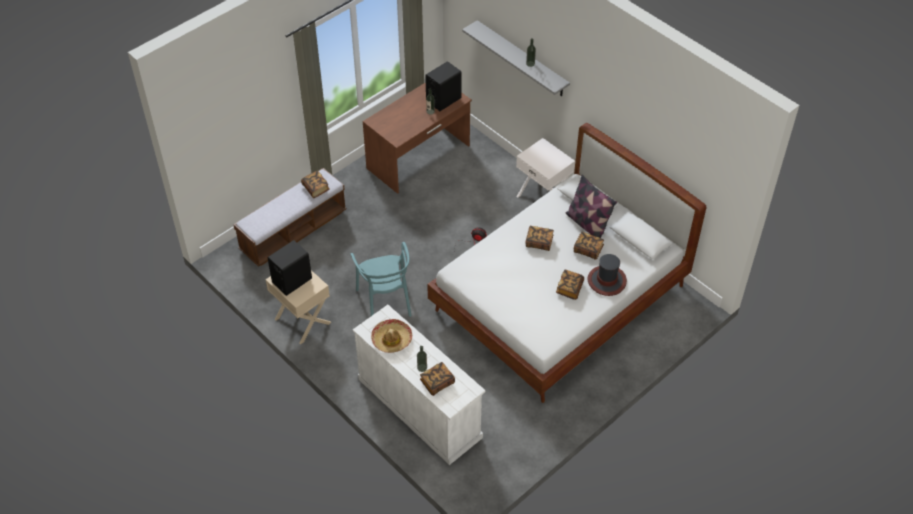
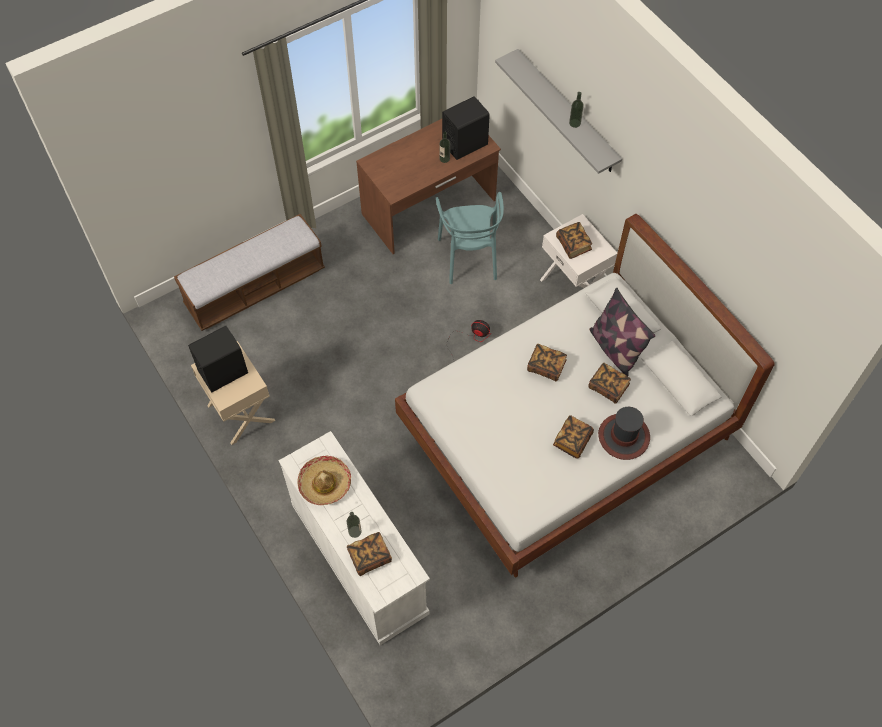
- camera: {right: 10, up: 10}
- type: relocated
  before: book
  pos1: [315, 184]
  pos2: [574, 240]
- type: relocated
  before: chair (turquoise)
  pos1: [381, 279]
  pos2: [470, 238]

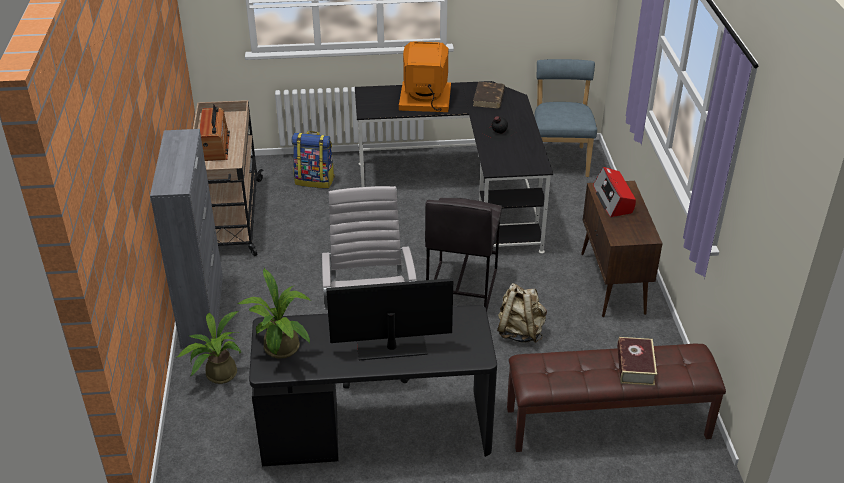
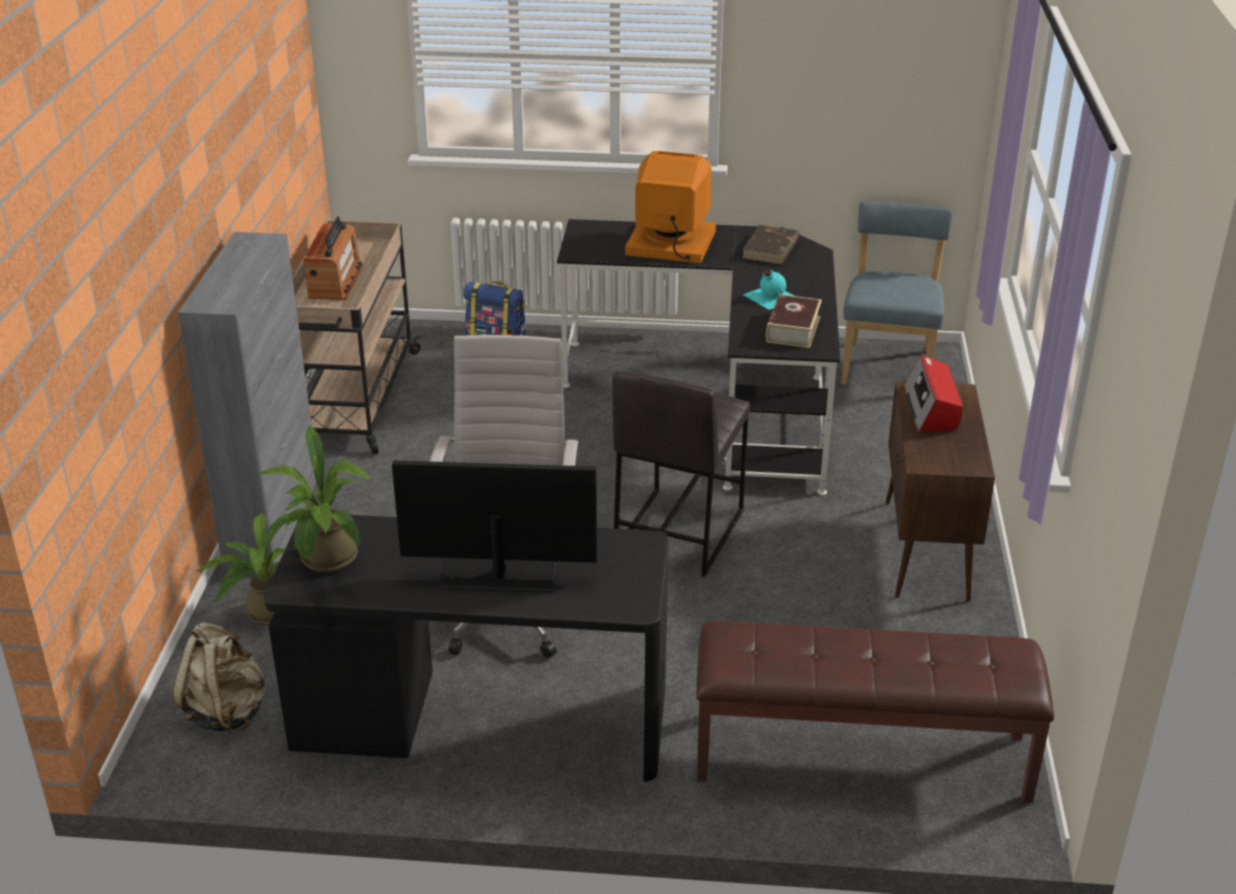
- camera: {right: 10, up: -5}
- type: colour
  before: bottle (black)
  after: bottle (turquoise)
  pos1: [498, 129]
  pos2: [768, 289]
- type: relocated
  before: backpack (beige)
  pos1: [522, 313]
  pos2: [218, 678]
- type: relocated
  before: book
  pos1: [637, 361]
  pos2: [794, 321]

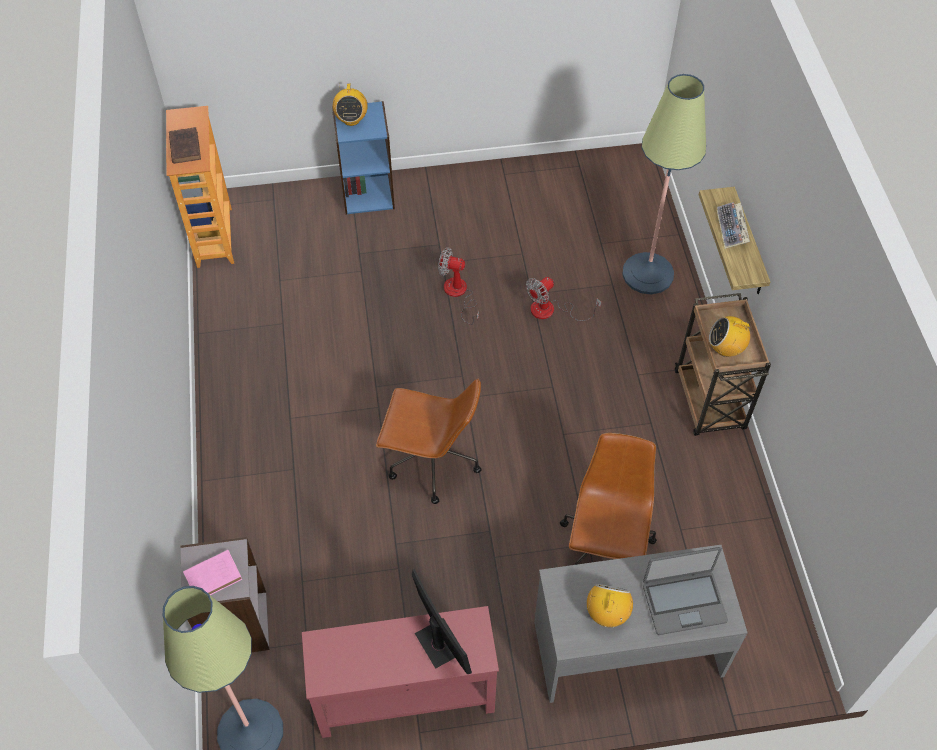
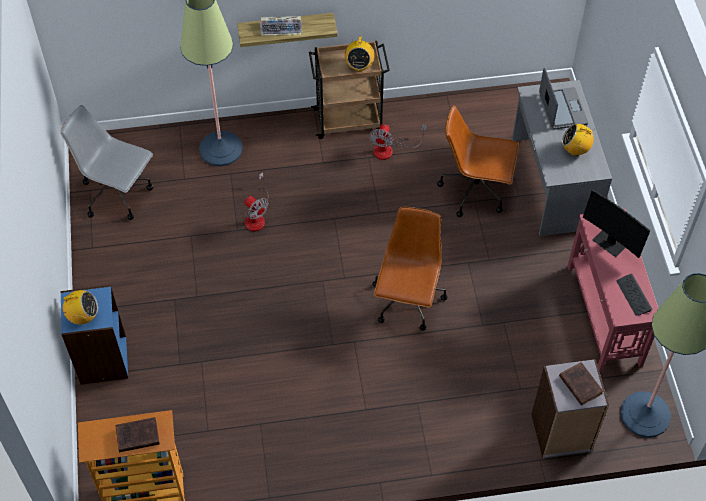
- camera: {right: -90, up: 0}
- type: colour
  before: book (pink)
  after: book (brown)
  pos1: [212, 572]
  pos2: [581, 384]
- type: spun
  before: monitor
  pos1: [442, 621]
  pos2: [616, 224]
  turn: -105
- type: relocated
  before: fan
  pos1: [458, 286]
  pos2: [398, 142]
- type: appeared
  after: office chair (grey)
  pos2: [107, 162]
- type: appeared
  after: keyboard
  pos2: [634, 295]

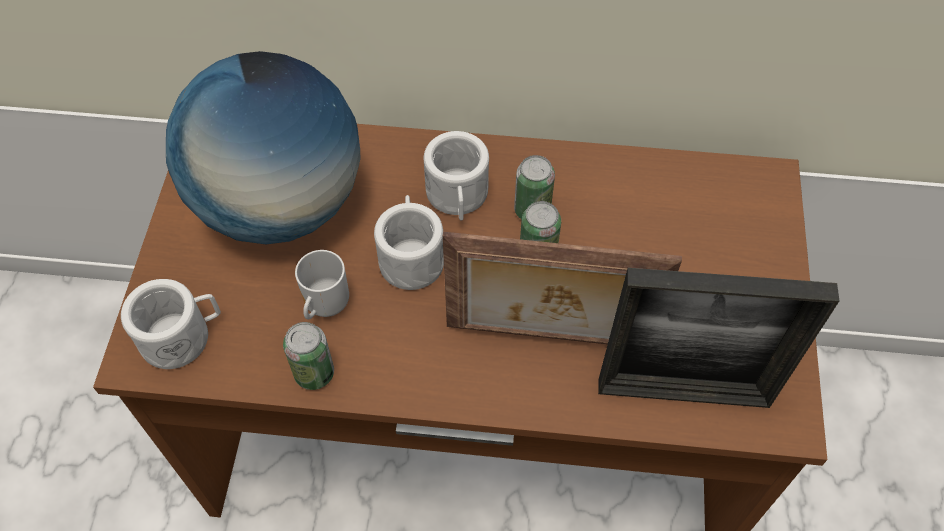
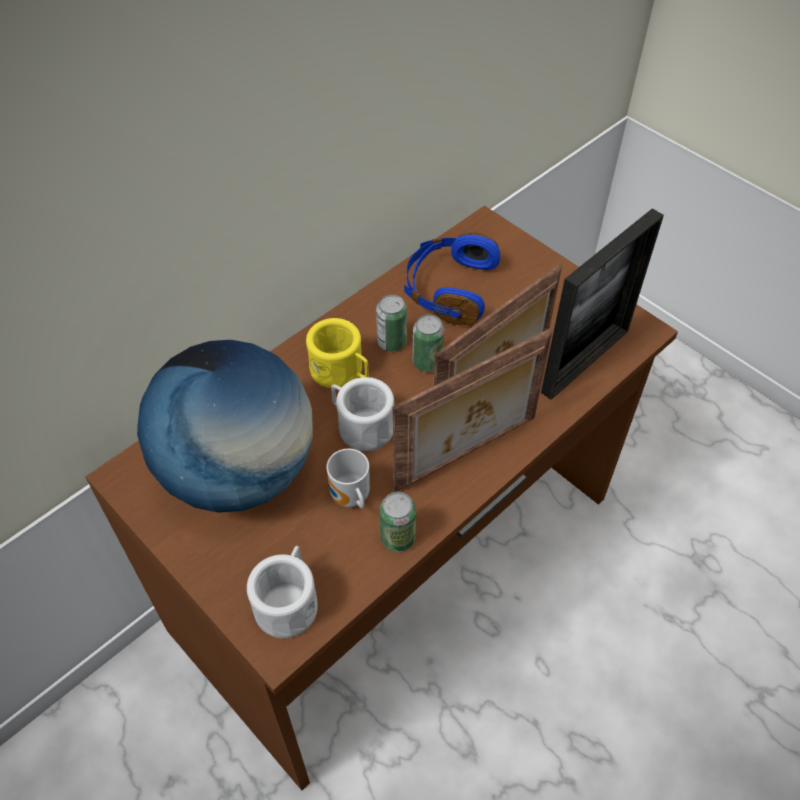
- camera: {right: -50, up: -5}
- type: colour
  before: mug (white)
  after: mug (yellow)
  pos1: [456, 176]
  pos2: [337, 353]
- type: appeared
  after: picture frame
  pos2: [472, 410]
- type: appeared
  after: headphones (blue)
  pos2: [452, 279]

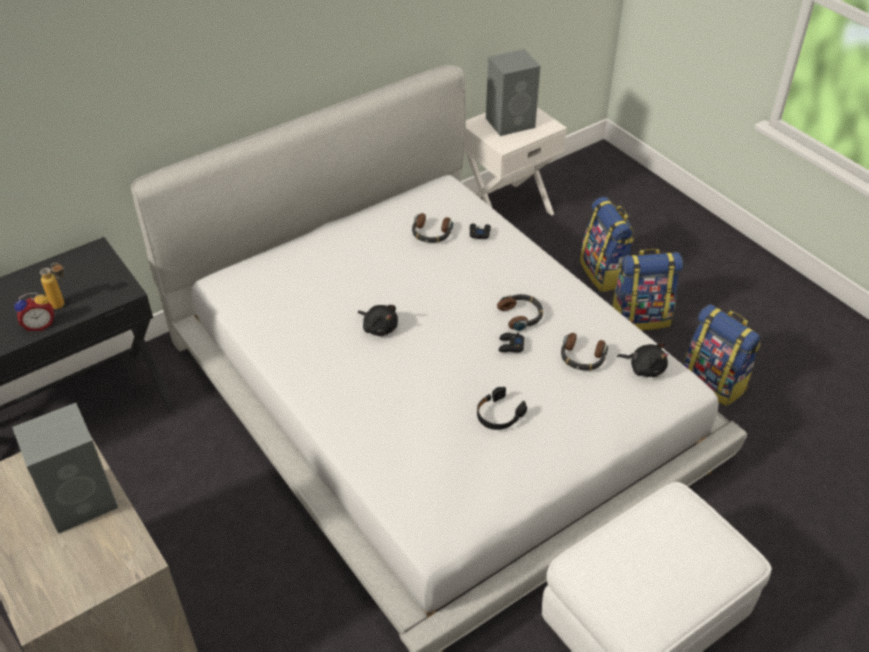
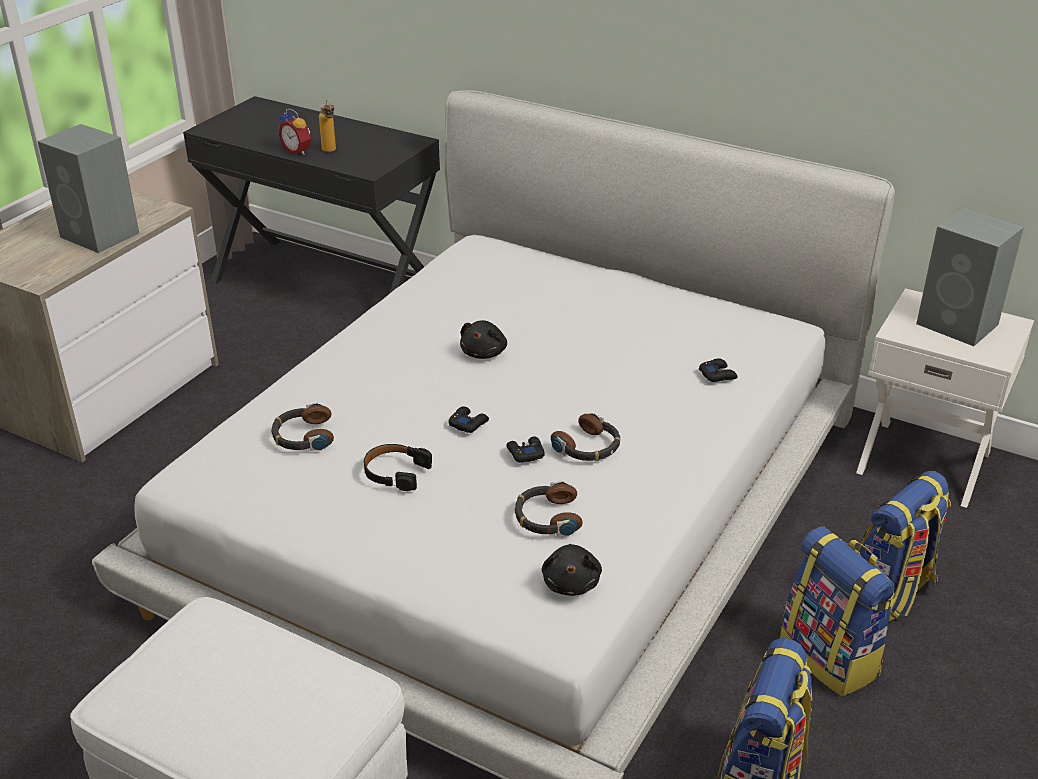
- camera: {right: 65, up: -10}
- type: relocated
  before: headphones
  pos1: [432, 228]
  pos2: [302, 427]
- type: appeared
  after: game controller (black)
  pos2: [468, 419]

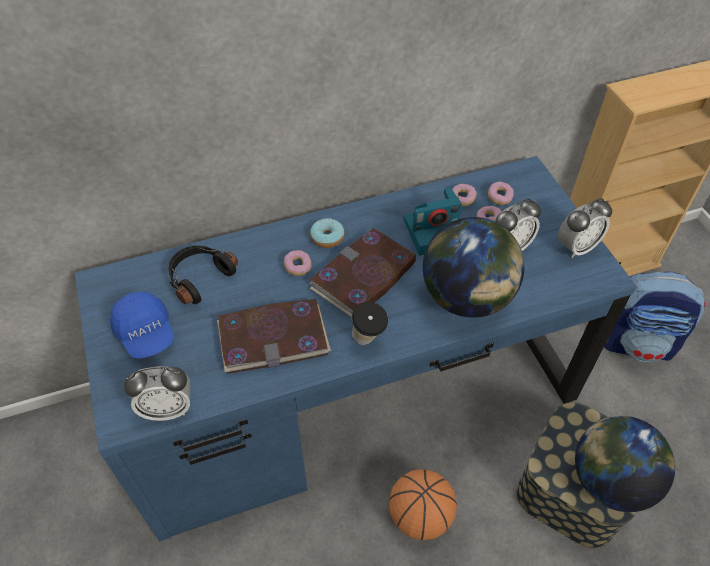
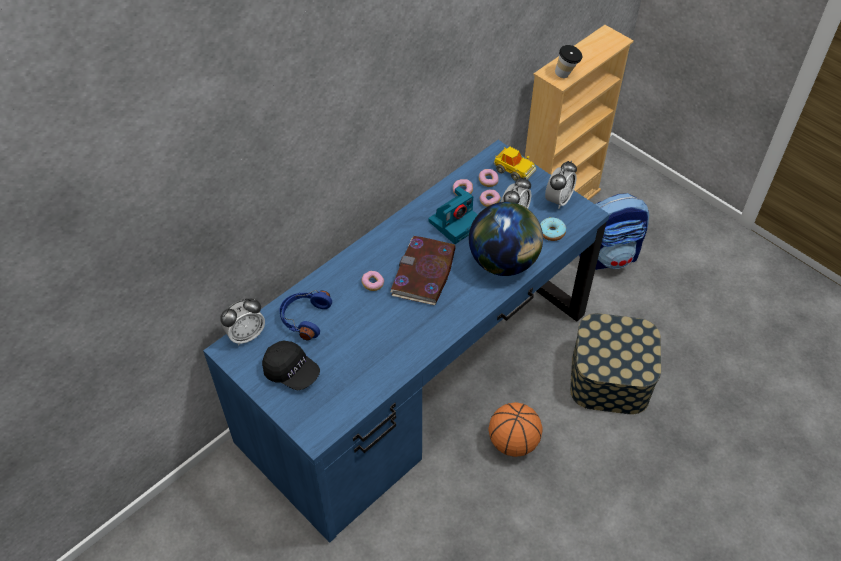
- camera: {right: -25, up: 0}
- type: colour
  before: cap (blue)
  after: cap (black)
  pos1: [142, 325]
  pos2: [291, 365]
- type: relocated
  before: alarm clock
  pos1: [157, 393]
  pos2: [242, 322]
- type: colour
  before: headphones (black)
  after: headphones (blue)
  pos1: [203, 275]
  pos2: [306, 315]
- type: missing
  before: book
  pos1: [274, 336]
- type: relocated
  before: donut
  pos1: [327, 233]
  pos2: [553, 229]
- type: relocated
  before: cup
  pos1: [370, 323]
  pos2: [568, 61]
- type: missing
  before: globe
  pos1: [625, 464]
- type: appeared
  after: toy car
  pos2: [515, 164]

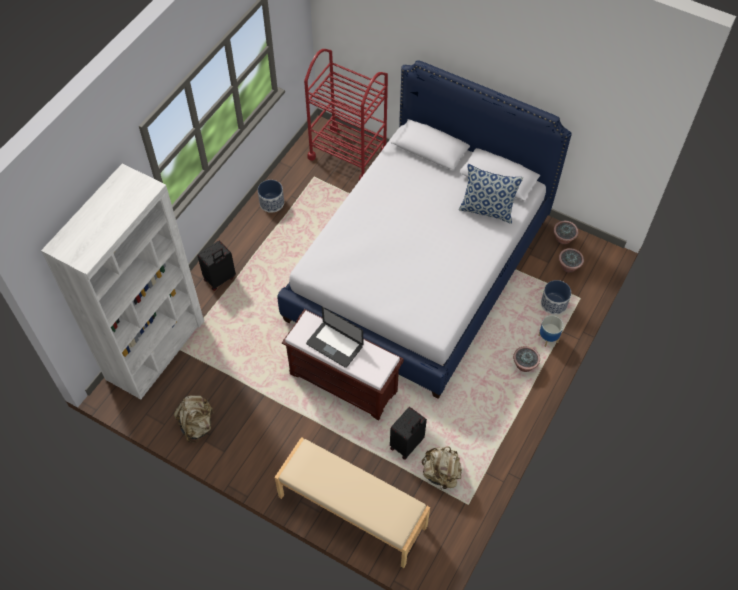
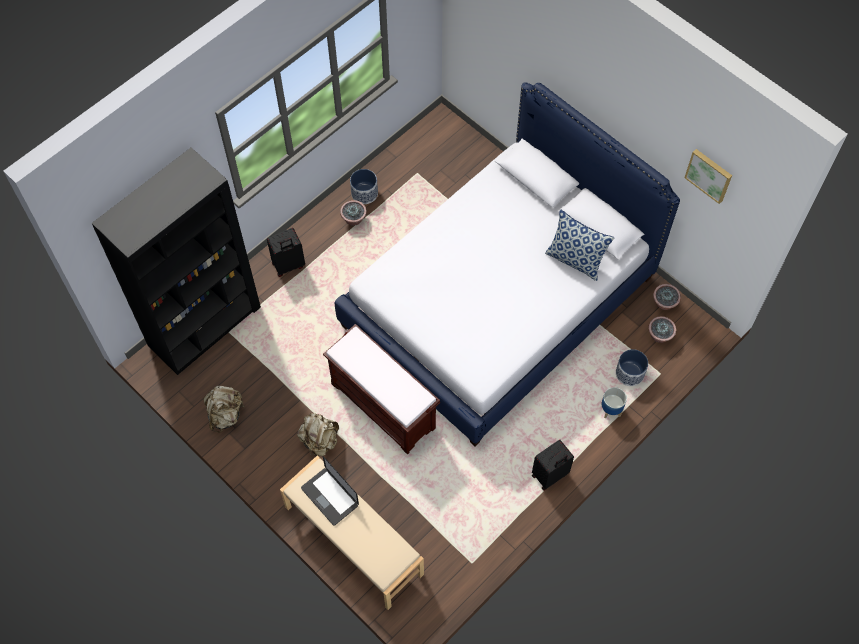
- camera: {right: 15, up: 5}
- type: colour
  before: bookcase (white)
  after: bookcase (black)
  pos1: [122, 281]
  pos2: [176, 261]
- type: missing
  before: cart (red)
  pos1: [346, 114]
- type: relocated
  before: laptop
  pos1: [334, 337]
  pos2: [330, 491]
- type: relocated
  before: suitcase (black)
  pos1: [408, 433]
  pos2: [553, 465]
- type: relocated
  before: backpack (beige)
  pos1: [442, 468]
  pos2: [318, 434]
- type: relocated
  before: potted plant
  pos1: [526, 359]
  pos2: [353, 213]
- type: appeared
  after: picture
  pos2: [708, 176]

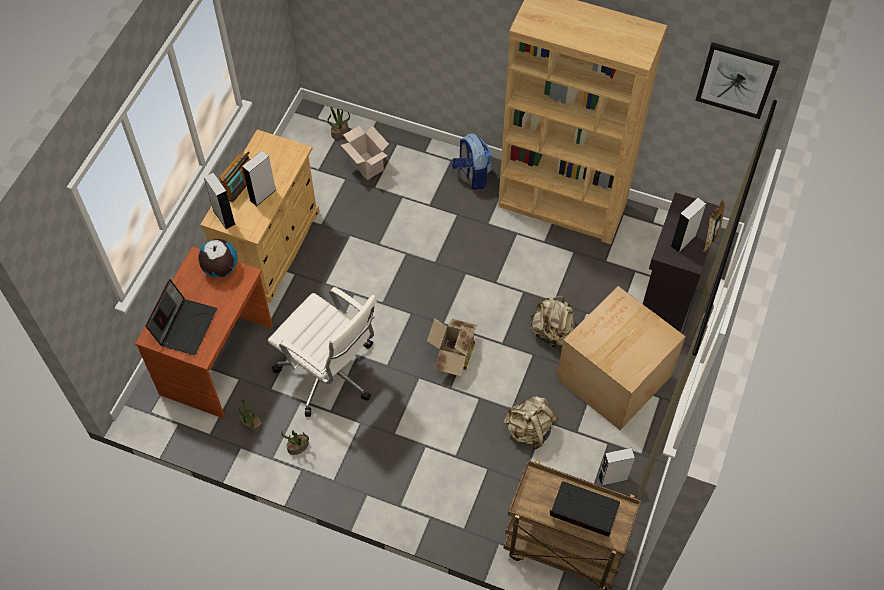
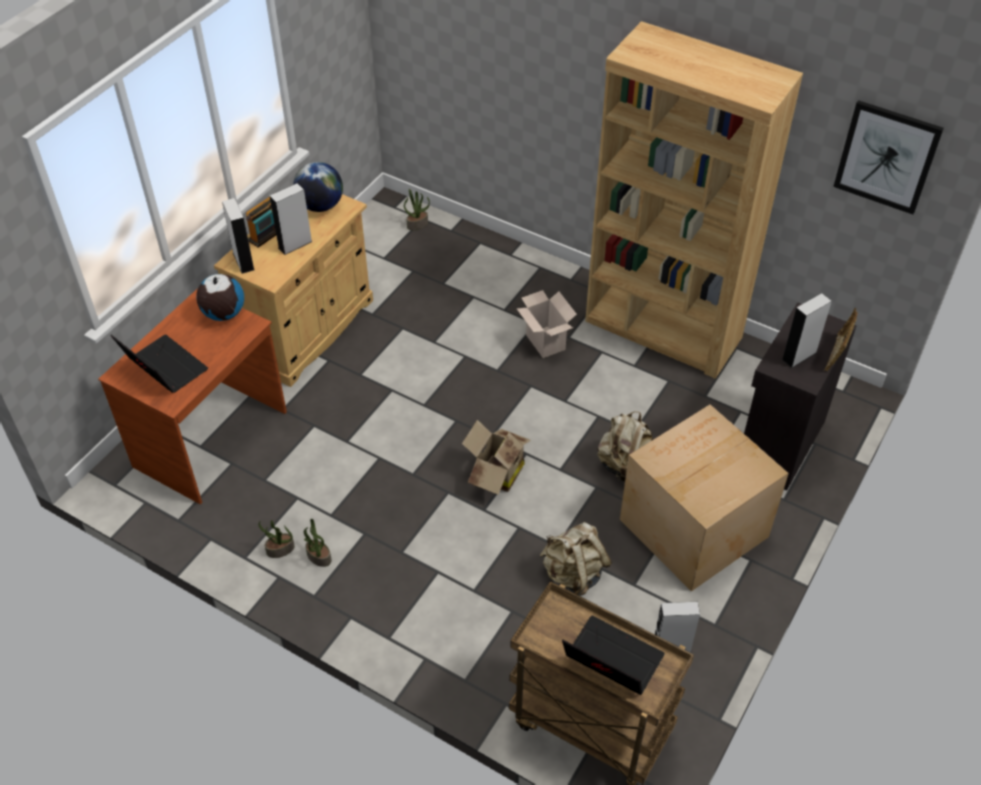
- camera: {right: 10, up: -10}
- type: spun
  before: laptop
  pos1: [181, 317]
  pos2: [159, 363]
  turn: -75
- type: relocated
  before: potted plant
  pos1: [250, 415]
  pos2: [318, 543]
- type: missing
  before: office chair (white)
  pos1: [322, 352]
- type: relocated
  before: cardboard box
  pos1: [365, 153]
  pos2: [546, 324]
- type: missing
  before: backpack
  pos1: [472, 161]
- type: appeared
  after: globe
  pos2: [318, 187]

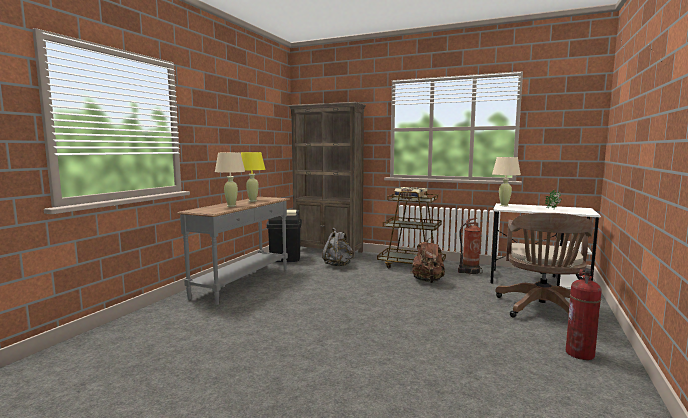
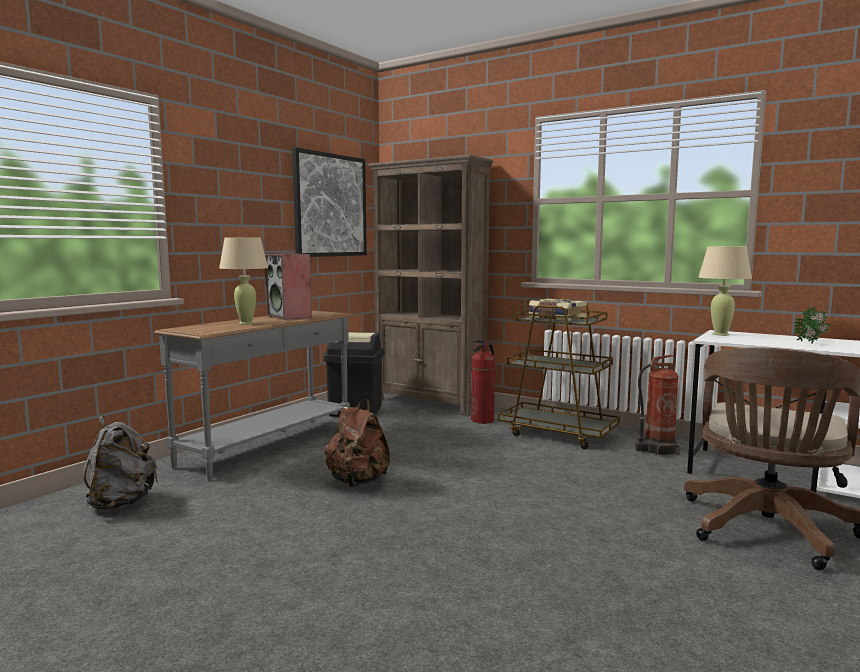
- camera: {right: 10, up: 0}
- type: exchanged
  before: table lamp (yellow)
  after: speaker
  pos1: [253, 177]
  pos2: [288, 286]
- type: relocated
  before: backpack (grey)
  pos1: [337, 247]
  pos2: [120, 462]
- type: relocated
  before: backpack (brown)
  pos1: [427, 260]
  pos2: [357, 443]
- type: relocated
  before: fire extinguisher
  pos1: [584, 314]
  pos2: [483, 382]
- type: appeared
  after: picture
  pos2: [329, 202]

